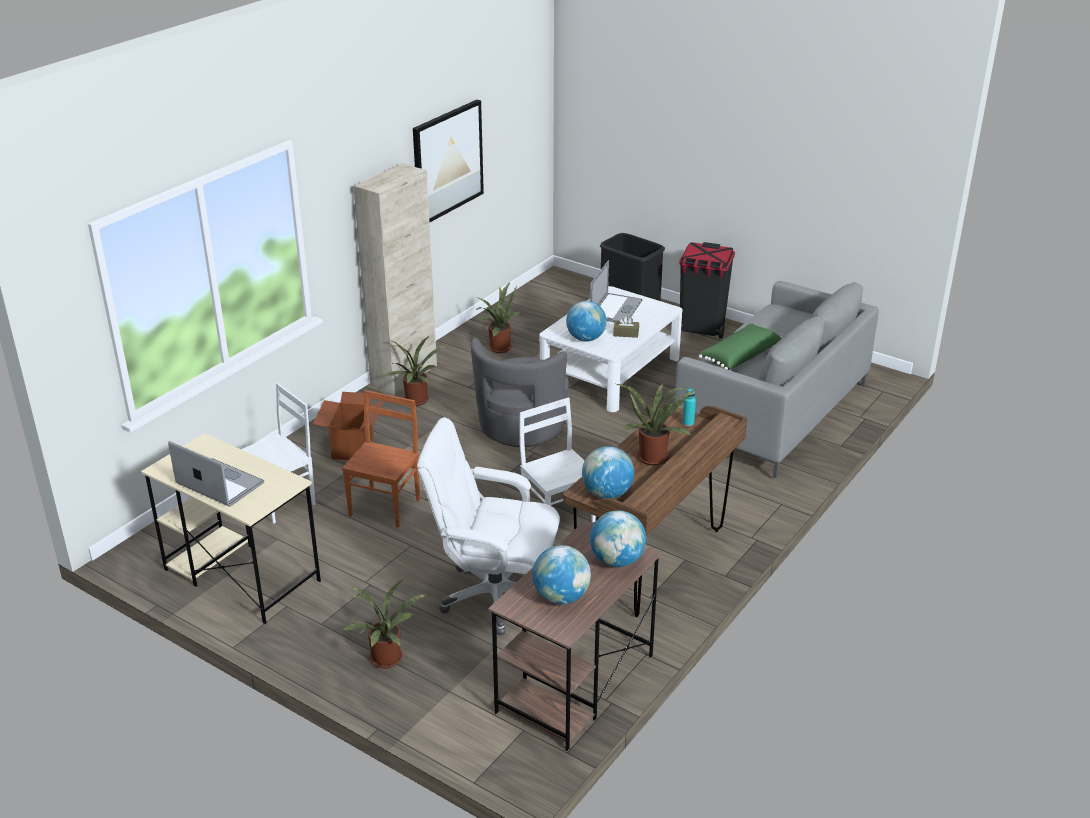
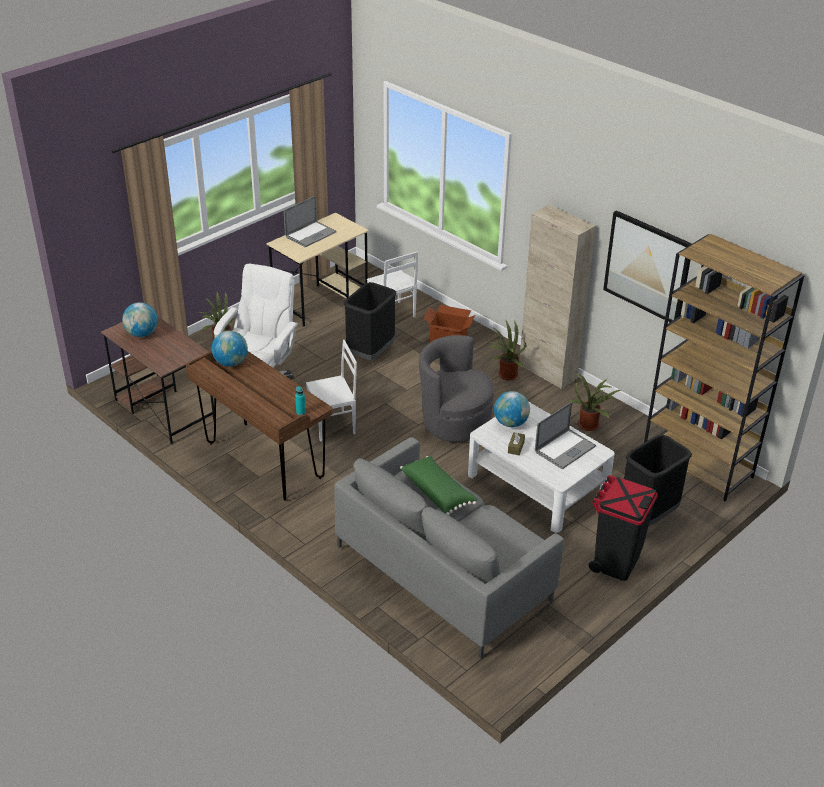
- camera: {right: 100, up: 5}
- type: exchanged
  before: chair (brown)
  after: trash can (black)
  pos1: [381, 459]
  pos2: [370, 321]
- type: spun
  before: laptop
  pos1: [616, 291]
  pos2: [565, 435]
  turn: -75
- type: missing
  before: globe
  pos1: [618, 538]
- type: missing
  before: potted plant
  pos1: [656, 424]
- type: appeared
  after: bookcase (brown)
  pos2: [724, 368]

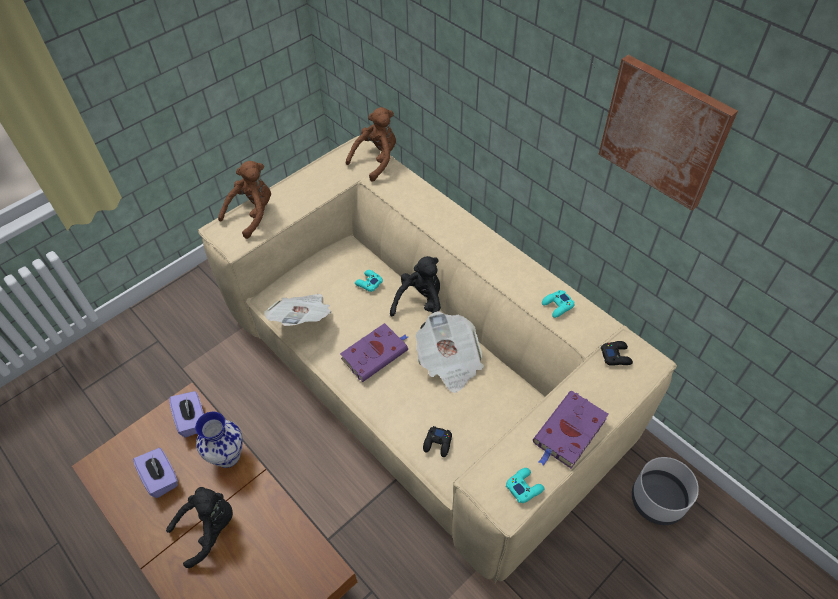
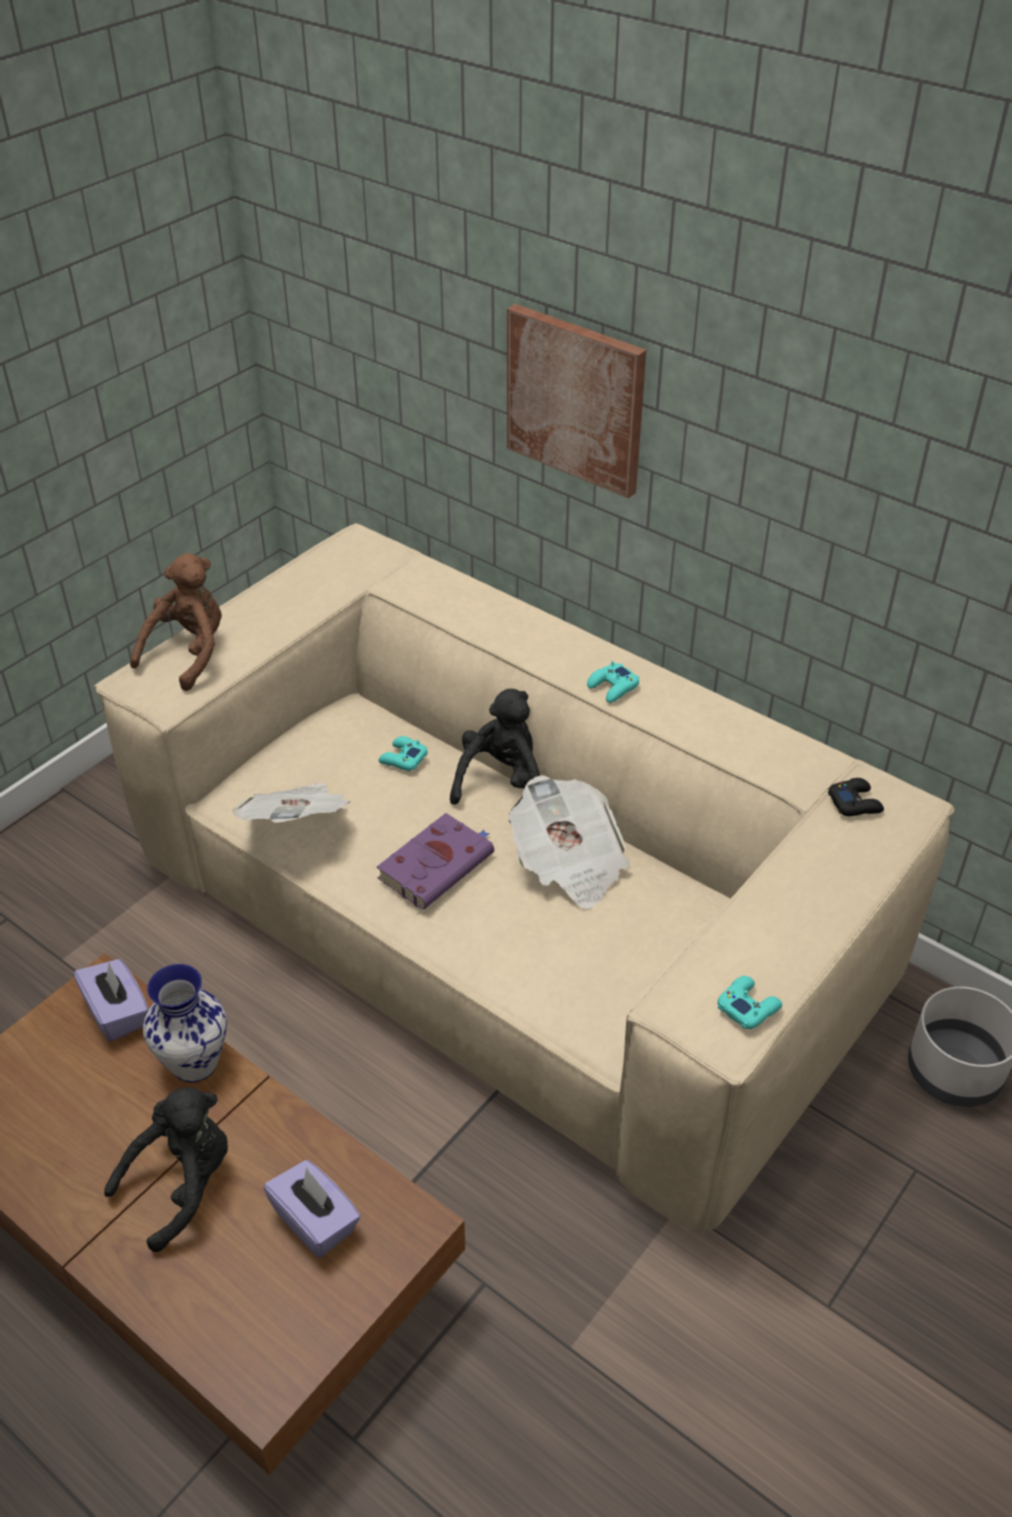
- camera: {right: -10, up: -10}
- type: relocated
  before: tissue box (purple)
  pos1: [155, 473]
  pos2: [312, 1209]
- type: missing
  before: plush toy (brown)
  pos1: [371, 144]
- type: missing
  before: game controller (black)
  pos1: [437, 441]
- type: missing
  before: book (purple)
  pos1: [571, 429]
- type: relocated
  before: game controller (turquoise)
  pos1: [558, 304]
  pos2: [613, 682]
- type: relocated
  before: picture
  pos1: [668, 133]
  pos2: [576, 401]

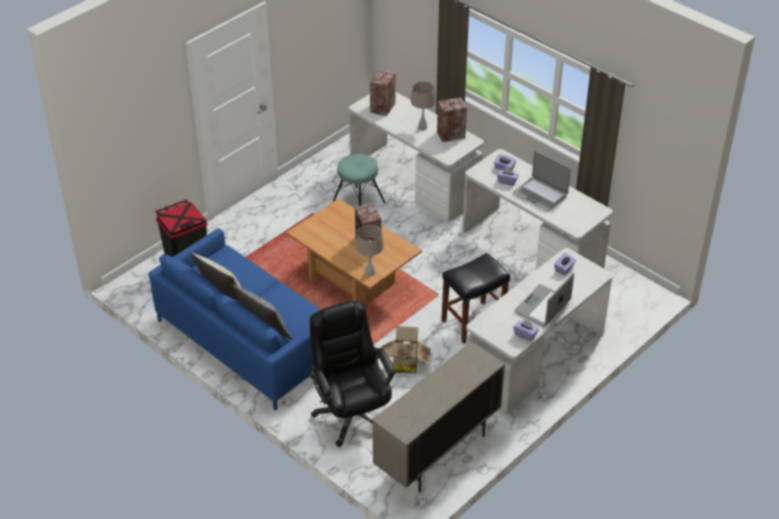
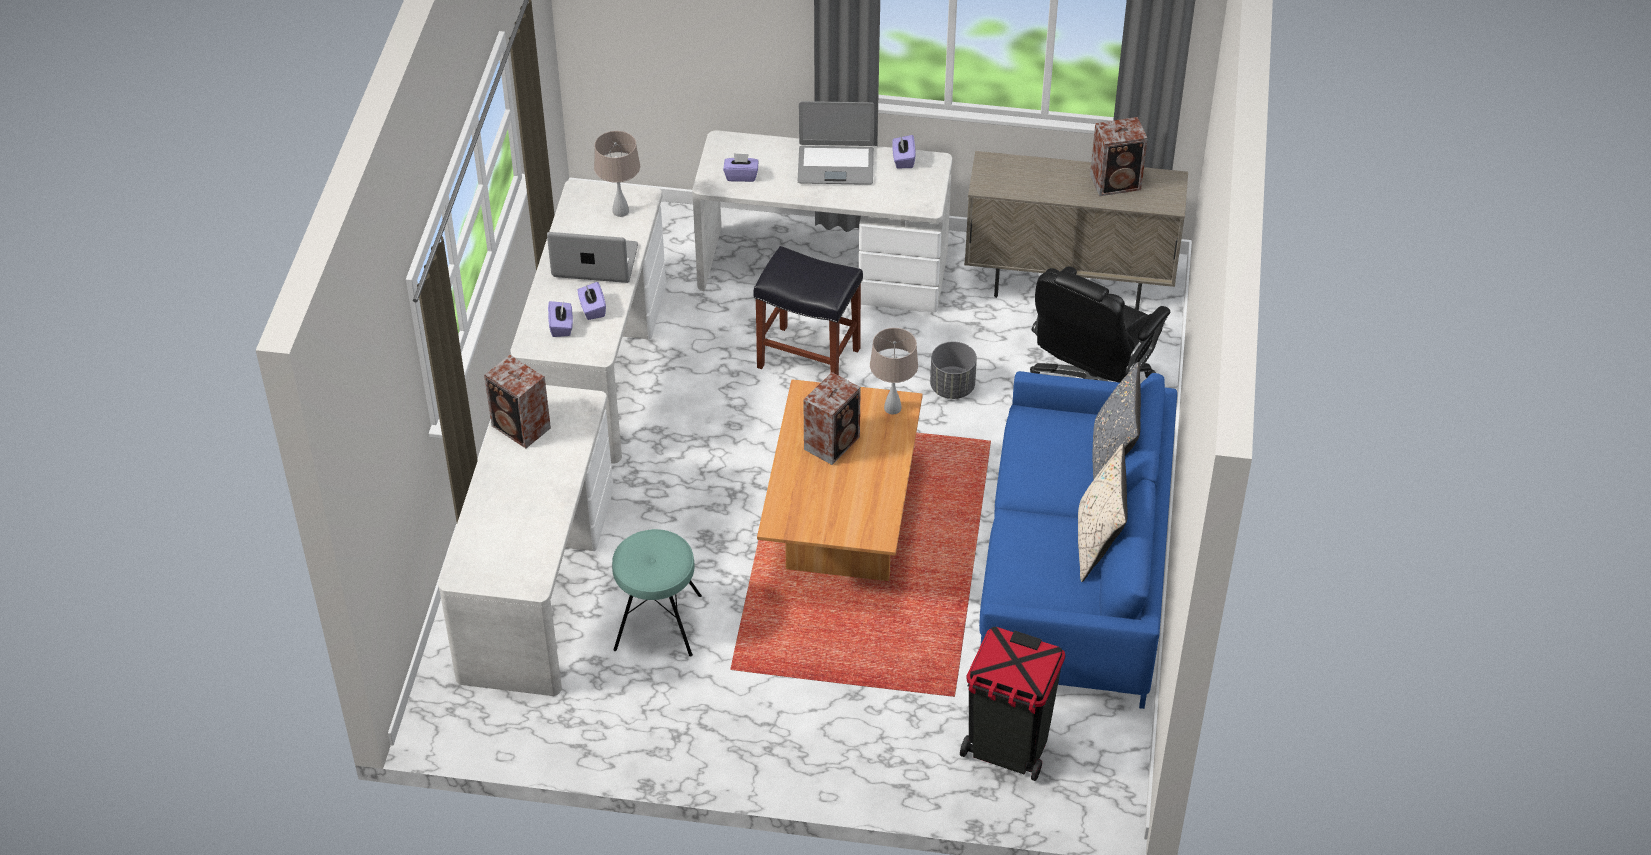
- camera: {right: -125, up: 5}
- type: relocated
  before: speaker
  pos1: [383, 92]
  pos2: [1119, 156]
- type: exchanged
  before: cardboard box
  after: planter (grey)
  pos1: [405, 350]
  pos2: [953, 370]
- type: relocated
  before: table lamp (beige)
  pos1: [423, 105]
  pos2: [617, 174]
- type: spun
  before: laptop
  pos1: [542, 181]
  pos2: [592, 257]
  turn: -90

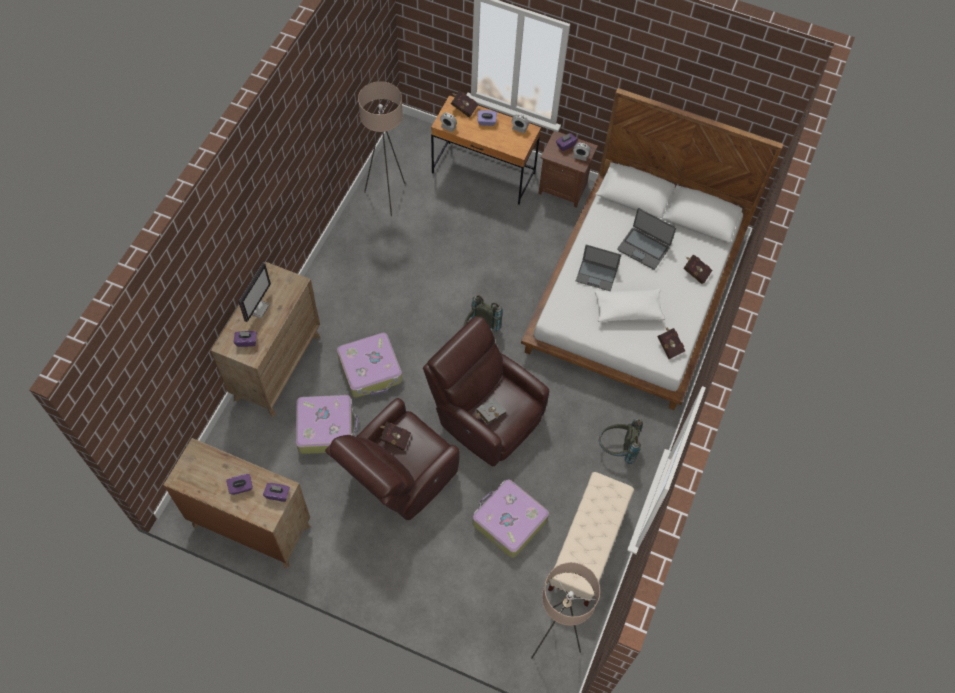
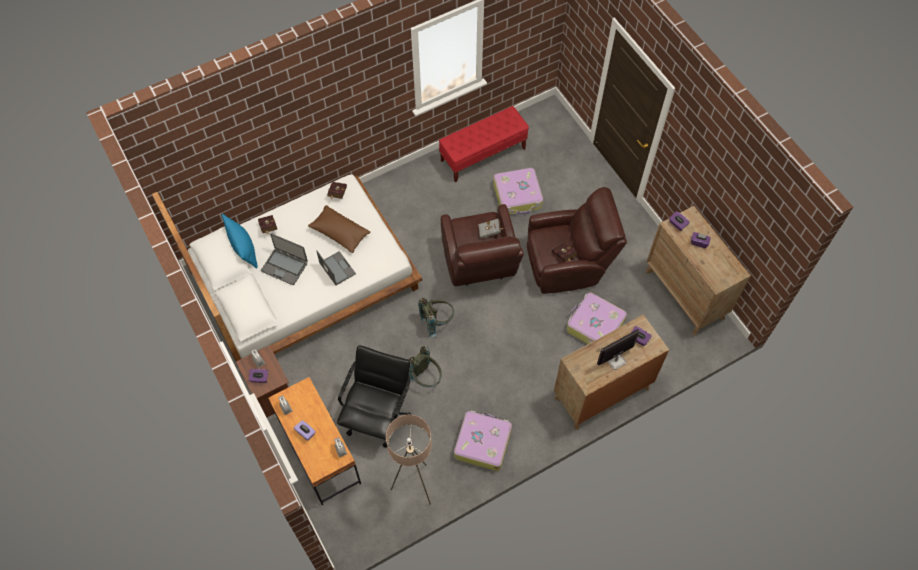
- camera: {right: -140, up: 0}
- type: relocated
  before: suitcase
  pos1: [369, 365]
  pos2: [483, 441]
- type: missing
  before: book (red)
  pos1: [465, 104]
- type: missing
  before: floor lamp (beige)
  pos1: [565, 610]
- type: colour
  before: bench (beige)
  after: bench (red)
  pos1: [591, 539]
  pos2: [484, 144]
- type: colour
  before: pillow (white)
  after: pillow (brown)
  pos1: [630, 305]
  pos2: [339, 229]
- type: relocated
  before: backpack (grey)
  pos1: [621, 441]
  pos2: [424, 366]
- type: spun
  before: laptop
  pos1: [646, 239]
  pos2: [284, 259]
  turn: 135
- type: appeared
  after: pillow (blue)
  pos2: [240, 241]
- type: appeared
  after: office chair (black)
  pos2: [374, 396]

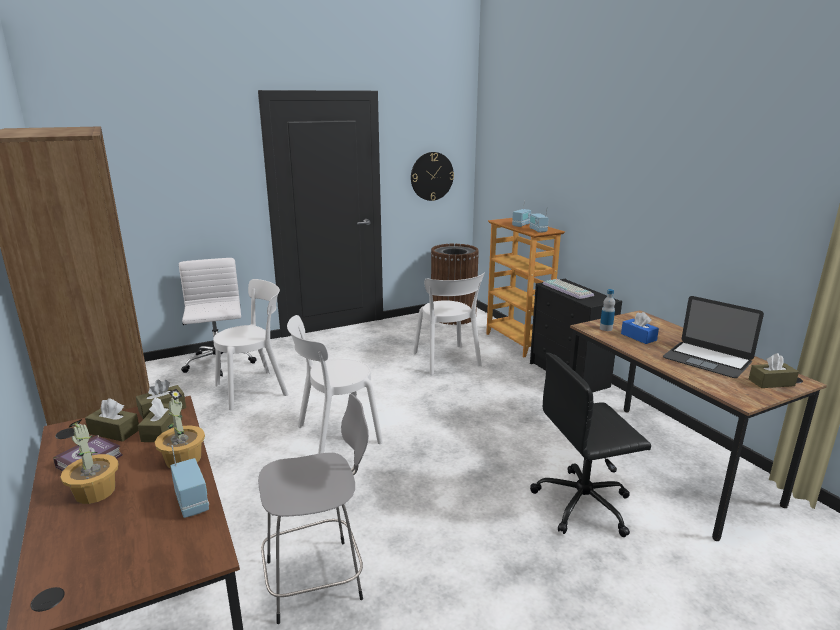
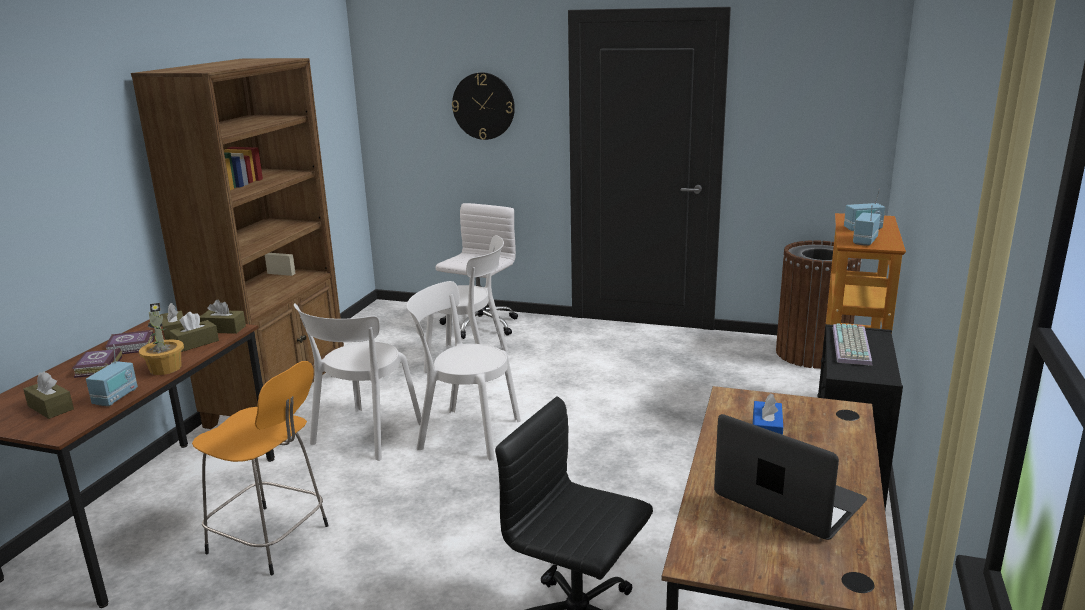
- camera: {right: 45, up: 0}
- type: exchanged
  before: potted plant
  after: book
  pos1: [89, 461]
  pos2: [97, 363]
- type: colour
  before: stool (grey)
  after: stool (orange)
  pos1: [313, 509]
  pos2: [260, 468]
- type: relocated
  before: wall clock
  pos1: [432, 176]
  pos2: [483, 106]
- type: relocated
  before: chair (white)
  pos1: [449, 323]
  pos2: [358, 382]
- type: missing
  before: bottle
  pos1: [607, 310]
- type: spun
  before: laptop
  pos1: [713, 337]
  pos2: [790, 477]
  turn: 135
- type: relocated
  before: tissue box (brown)
  pos1: [774, 370]
  pos2: [48, 395]

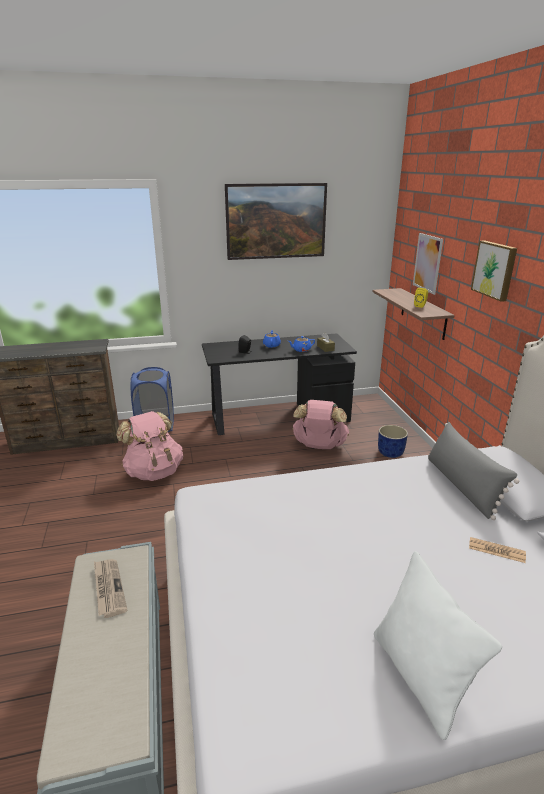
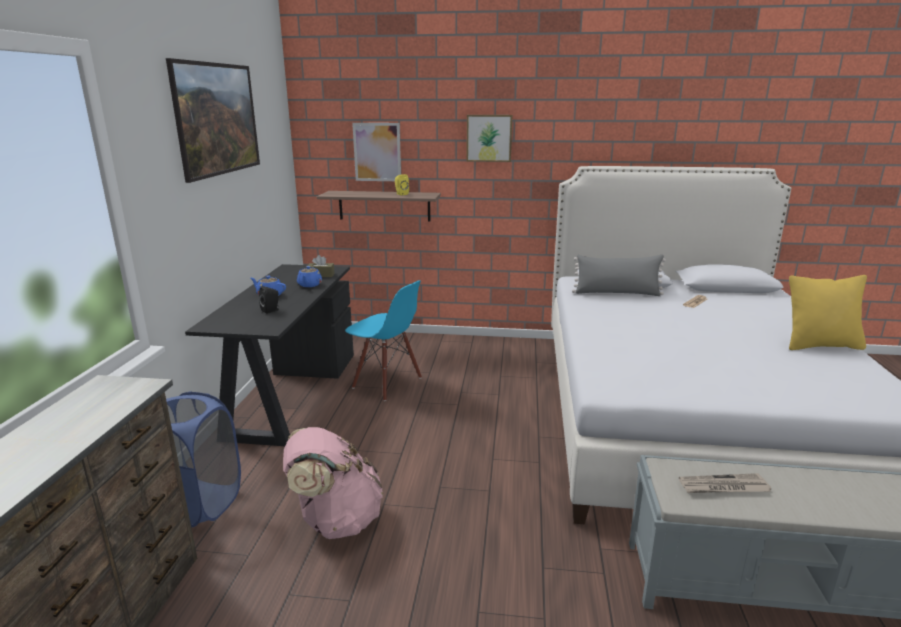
- camera: {right: -70, up: -5}
- type: exchanged
  before: backpack (pink)
  after: chair (blue)
  pos1: [320, 424]
  pos2: [383, 341]
- type: colour
  before: pillow (white)
  after: pillow (yellow)
  pos1: [438, 645]
  pos2: [828, 312]
- type: missing
  before: planter (blue)
  pos1: [393, 441]

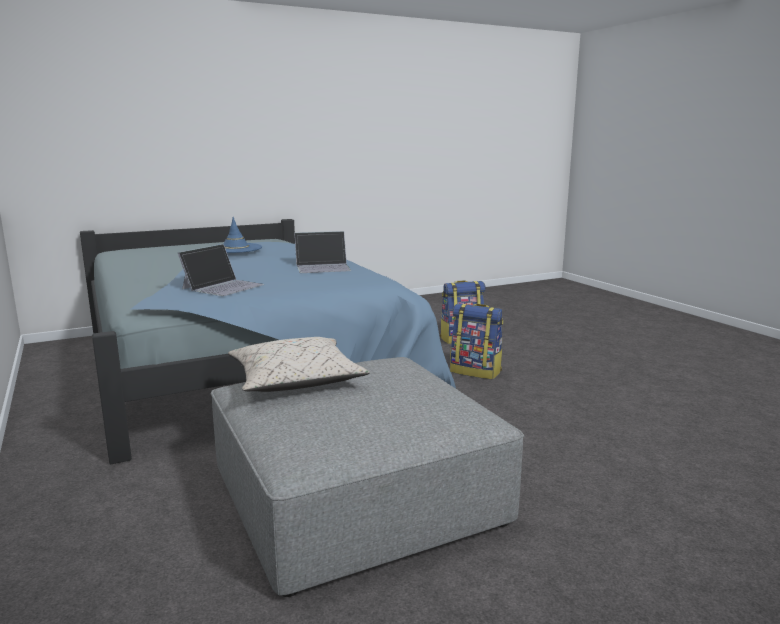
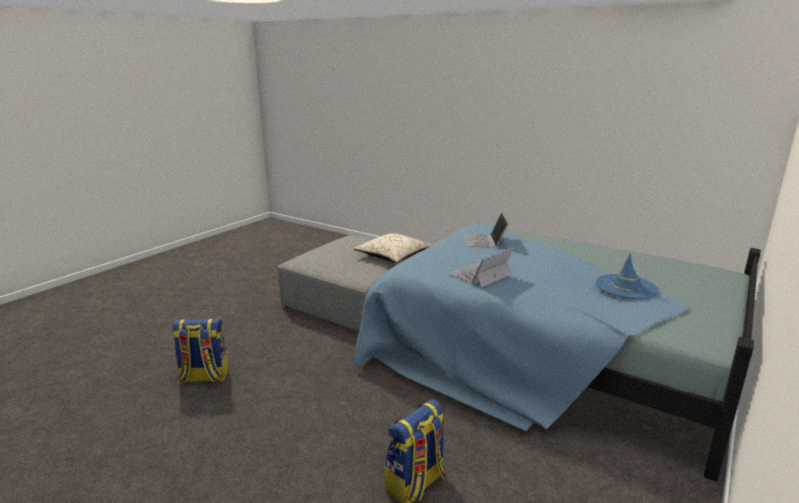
- camera: {right: 150, up: 5}
- type: relocated
  before: backpack
  pos1: [476, 341]
  pos2: [200, 351]

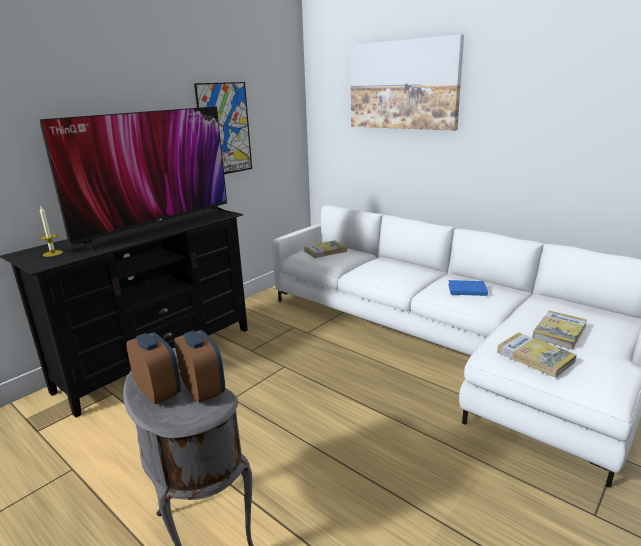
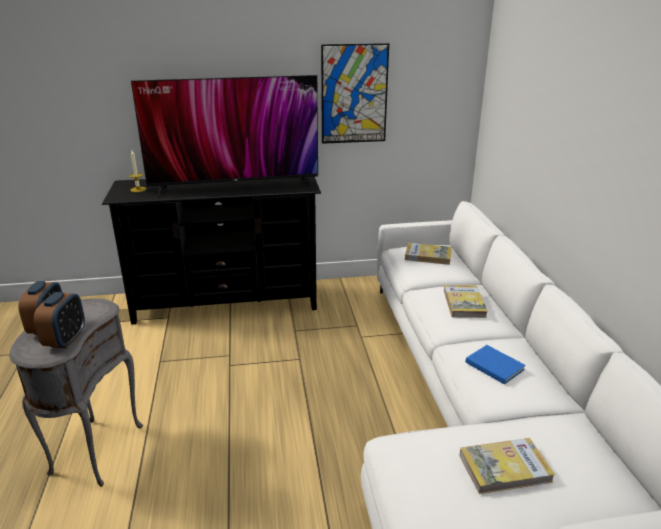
- camera: {right: 40, up: 5}
- type: missing
  before: picture
  pos1: [407, 83]
- type: relocated
  before: book
  pos1: [536, 355]
  pos2: [466, 301]

